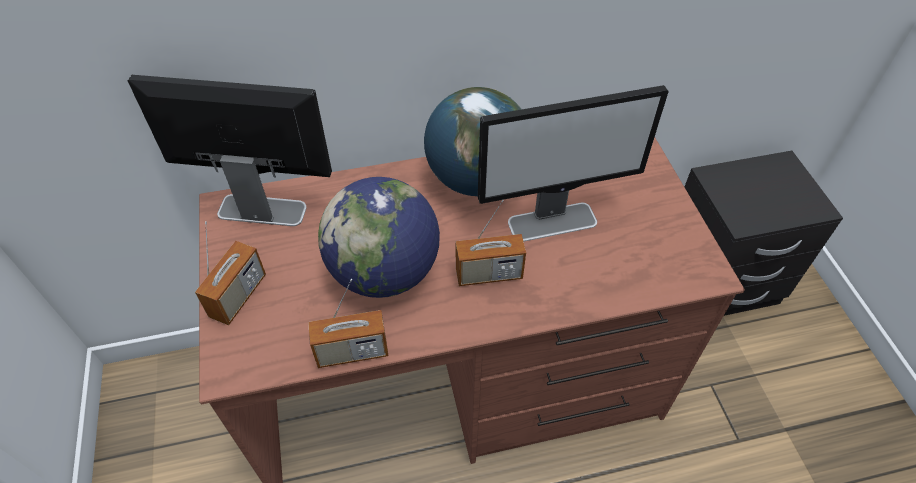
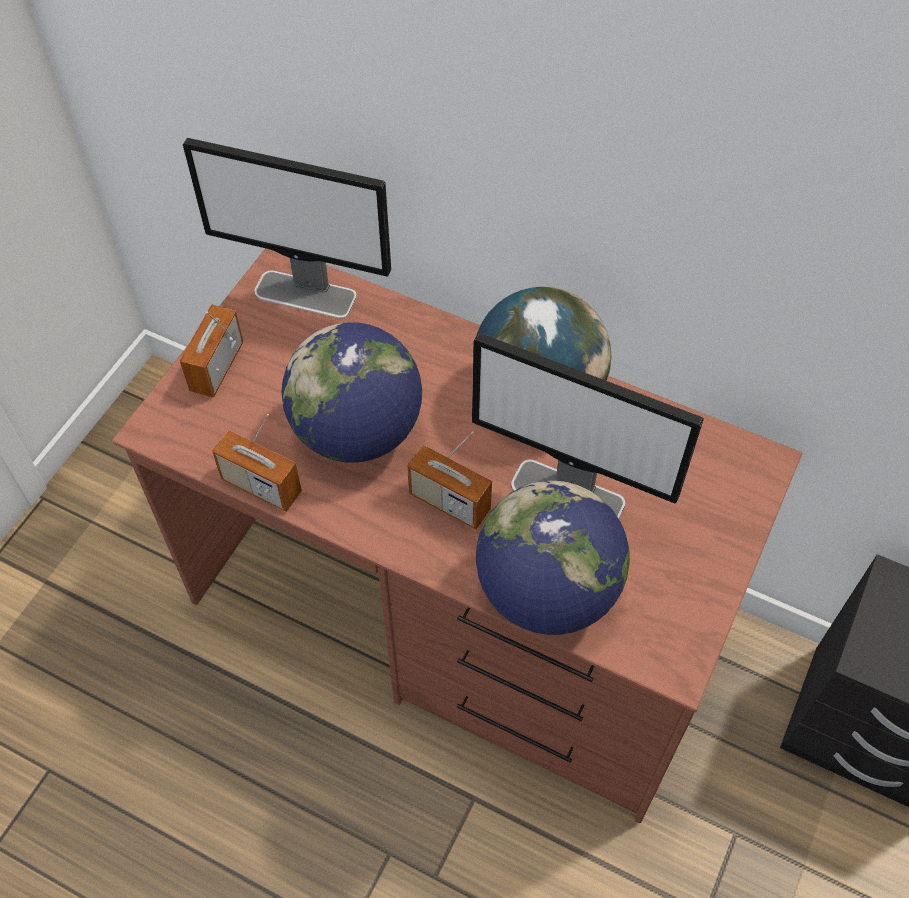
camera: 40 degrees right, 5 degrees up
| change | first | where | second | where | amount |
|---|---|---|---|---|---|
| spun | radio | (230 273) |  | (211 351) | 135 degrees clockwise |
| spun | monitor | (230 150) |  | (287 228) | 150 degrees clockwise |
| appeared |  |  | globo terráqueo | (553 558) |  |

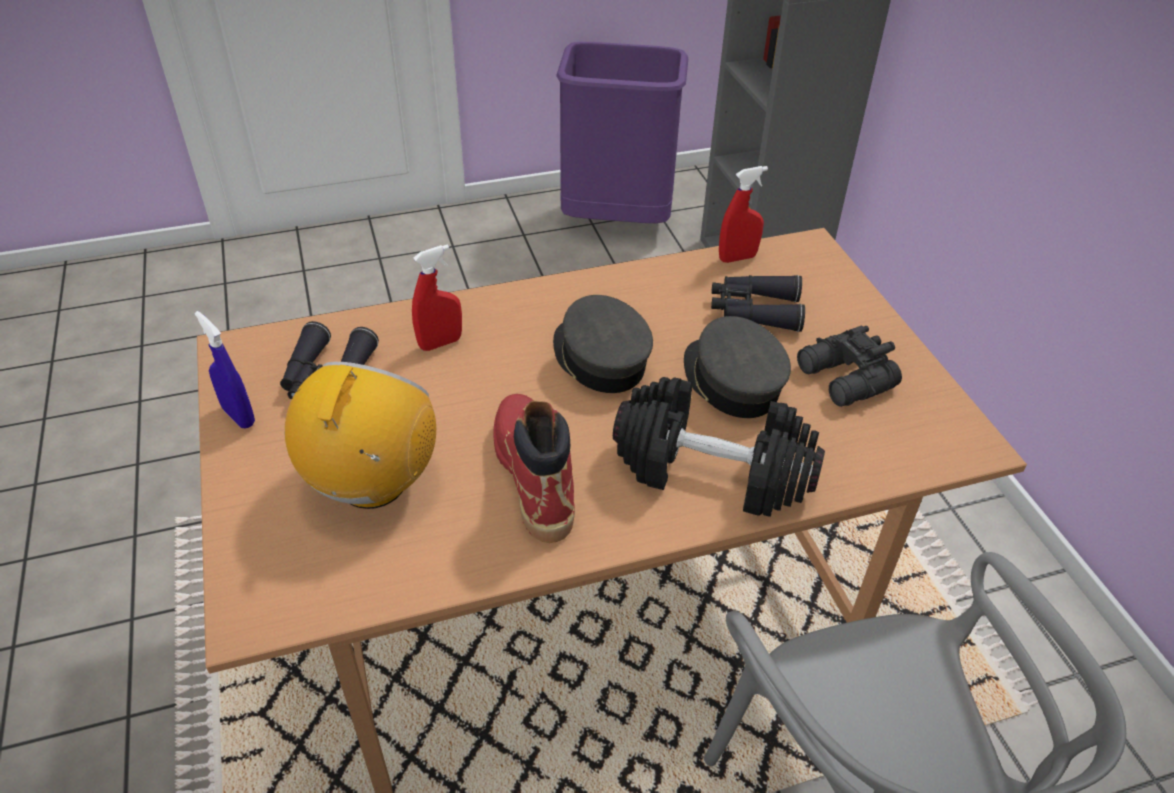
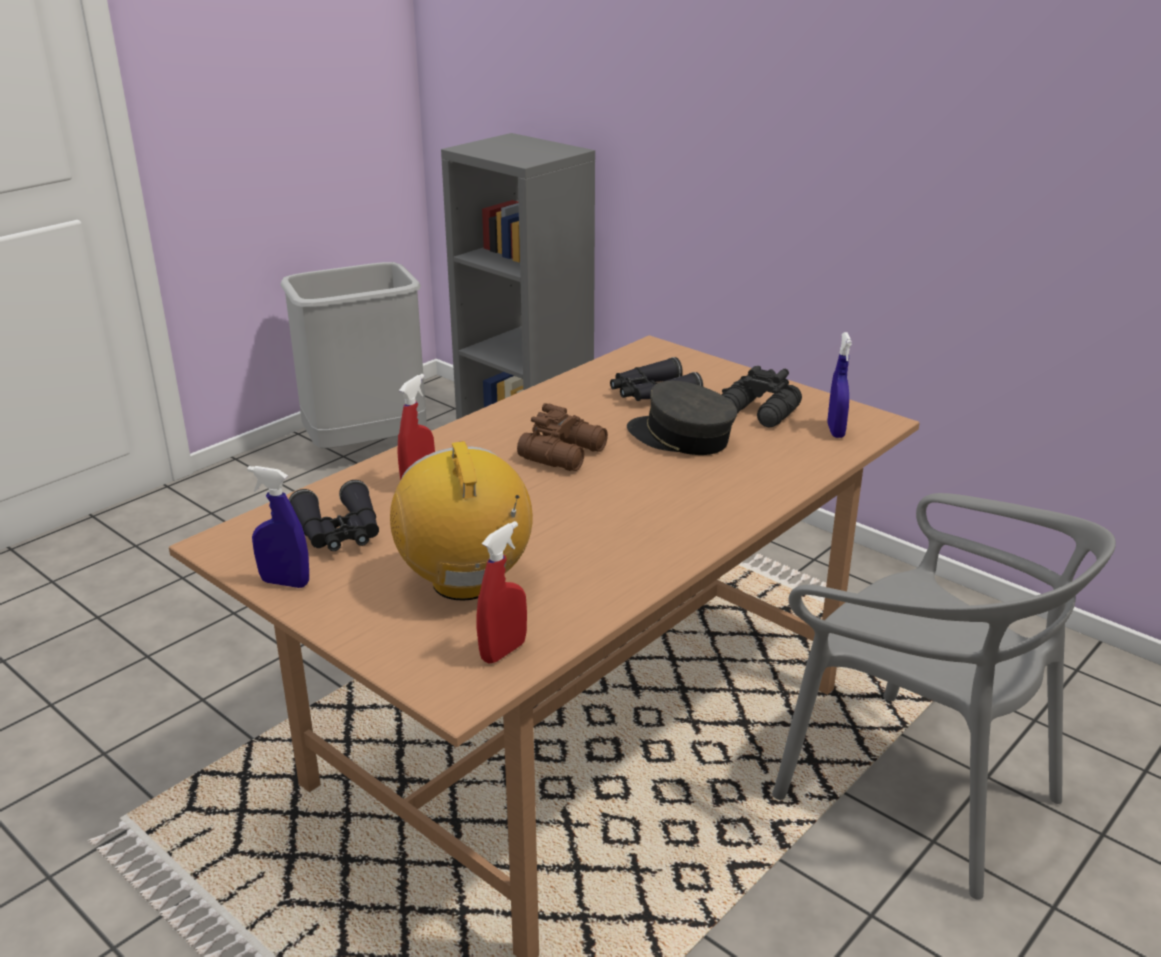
camera: 30 degrees left, 15 degrees down
| change | first | where | second | where | amount |
|---|---|---|---|---|---|
| colour | papelera/morado | (622 132) | papelera/gris | (353 355) |  |
| relocated | pulverizador/rojo | (743 214) |  | (502 592) |  |
| exchanged | gorra/gris | (603 344) | prismáticos/marrón | (562 437) |  |
| appeared |  |  | pulverizador/azul | (839 385) |  |
| missing | bota/rojo | (534 468) |  |  |  |
| missing | mancuerna/negro | (719 447) |  |  |  |

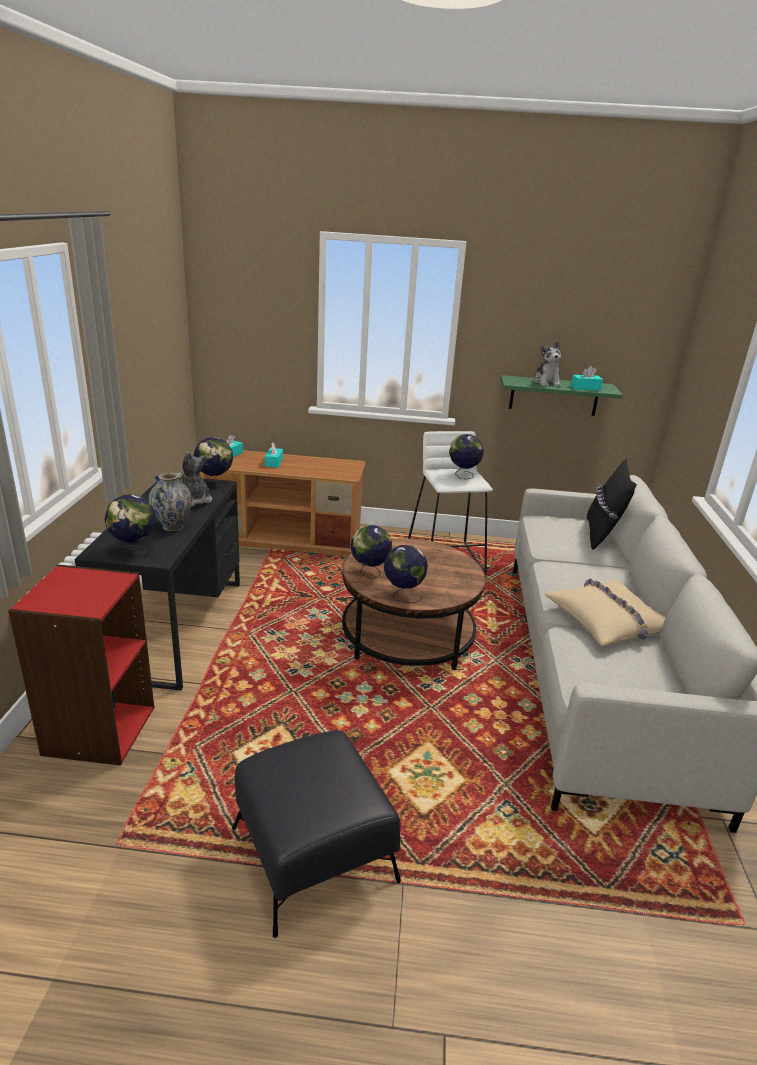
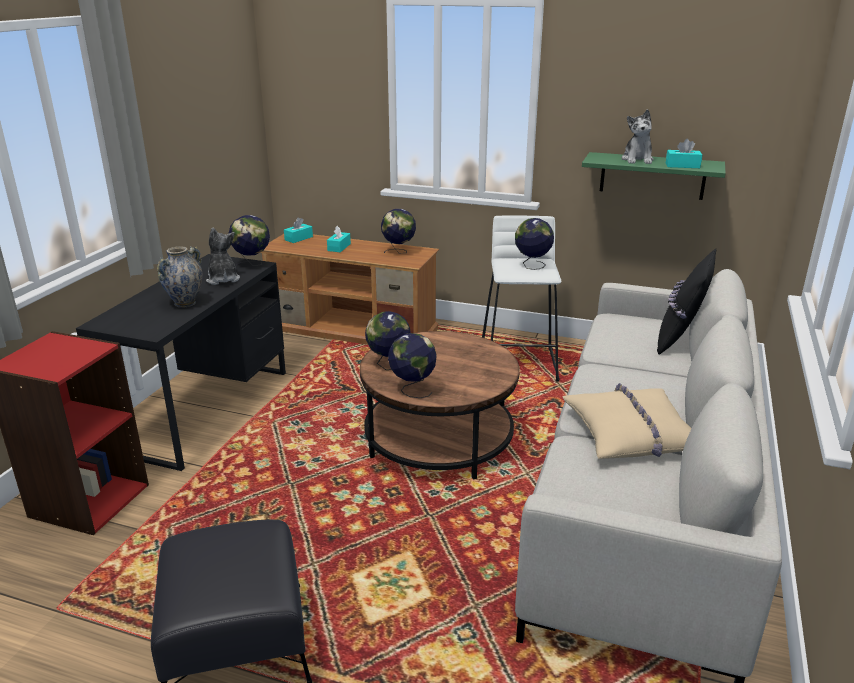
camera: 15 degrees right, 0 degrees up
| change | first | where | second | where | amount |
|---|---|---|---|---|---|
| relocated | globo terráqueo | (130 525) |  | (398 231) |  |

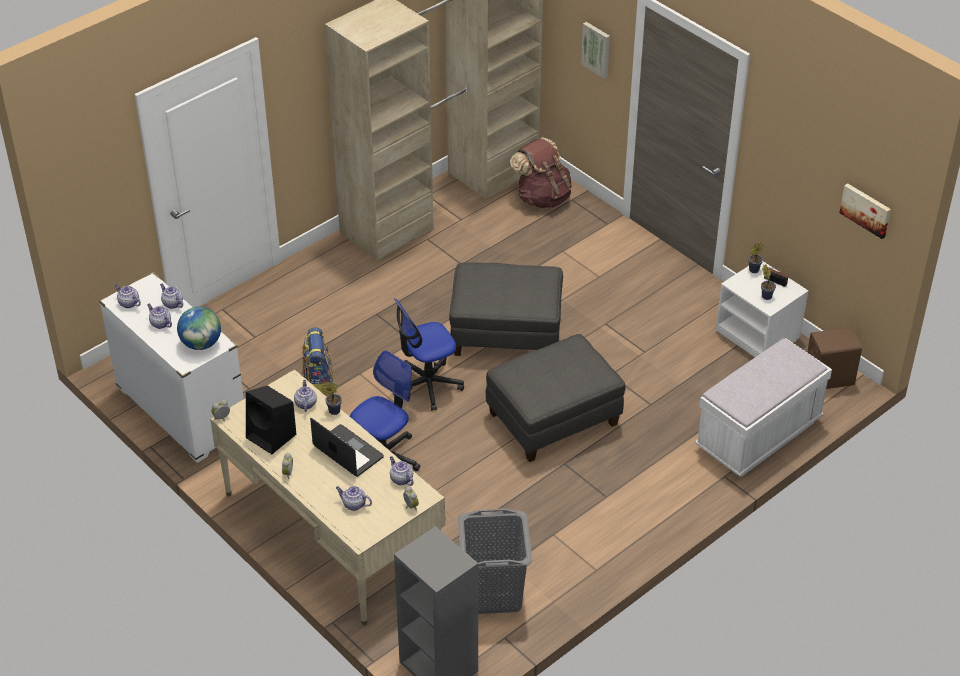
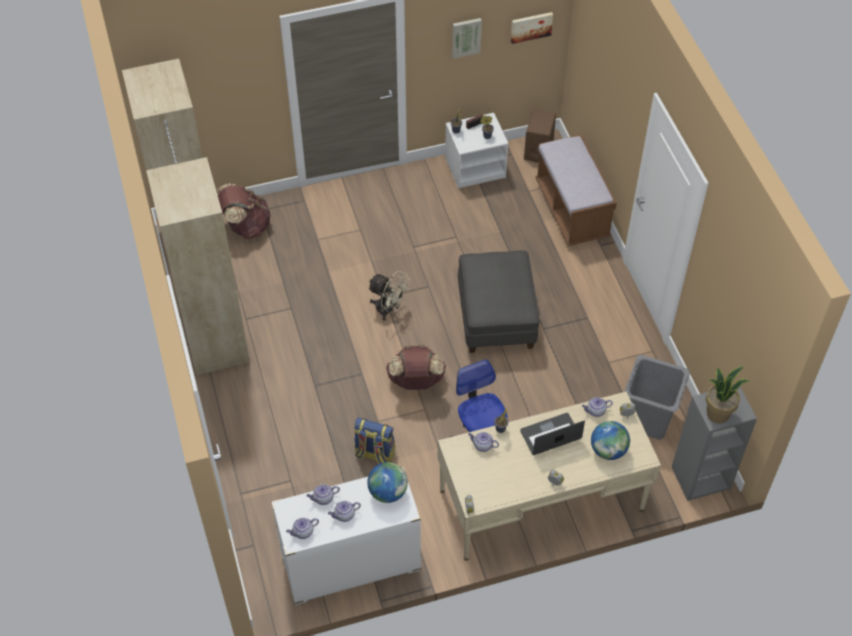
camera: 65 degrees left, 10 degrees up
| change | first | where | second | where | amount |
|---|---|---|---|---|---|
| exchanged | puf/gris | (506 309) | ventilador/beis | (389 296) |  |
| exchanged | silla de oficina | (428 354) | mochila/marrón | (416 367) |  |
| relocated | cuadro | (595 50) |  | (467 38) |  |
| colour | banco/blanco | (763 407) | banco/marrón | (576 190) |  |
| exchanged | tetera | (354 498) | globo terráqueo | (610 440) |  |
| appeared |  |  | planta en maceta | (728 395) |  |
| missing | altavoz/negro | (271 419) |  |  |  |

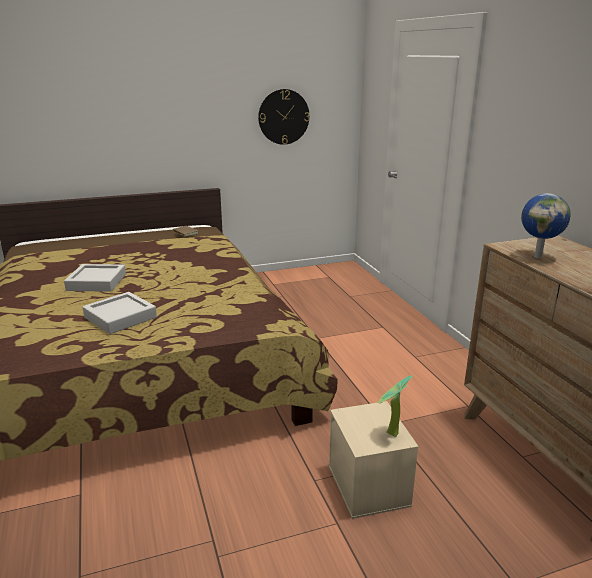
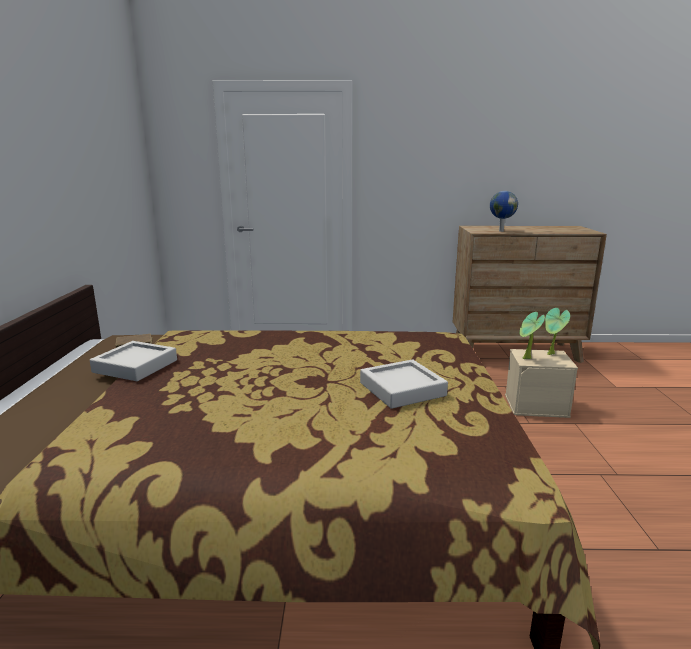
camera: 70 degrees left, 5 degrees down
| change | first | where | second | where | amount |
|---|---|---|---|---|---|
| relocated | bandeja/gris | (95 278) |  | (133 361) |  |
| appeared |  |  | planta en maceta | (532 335) |  |
| missing | reloj de pared | (284 117) |  |  |  |

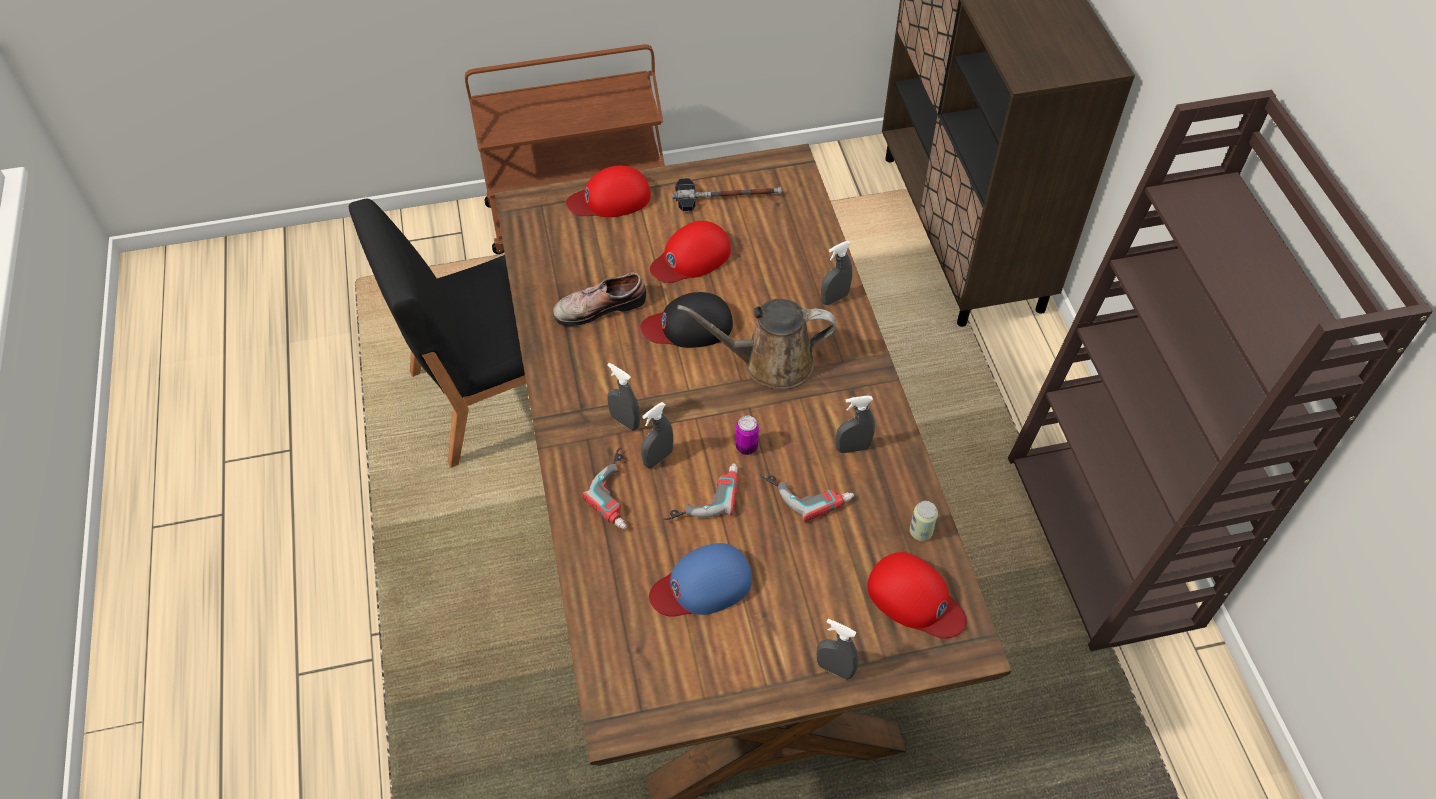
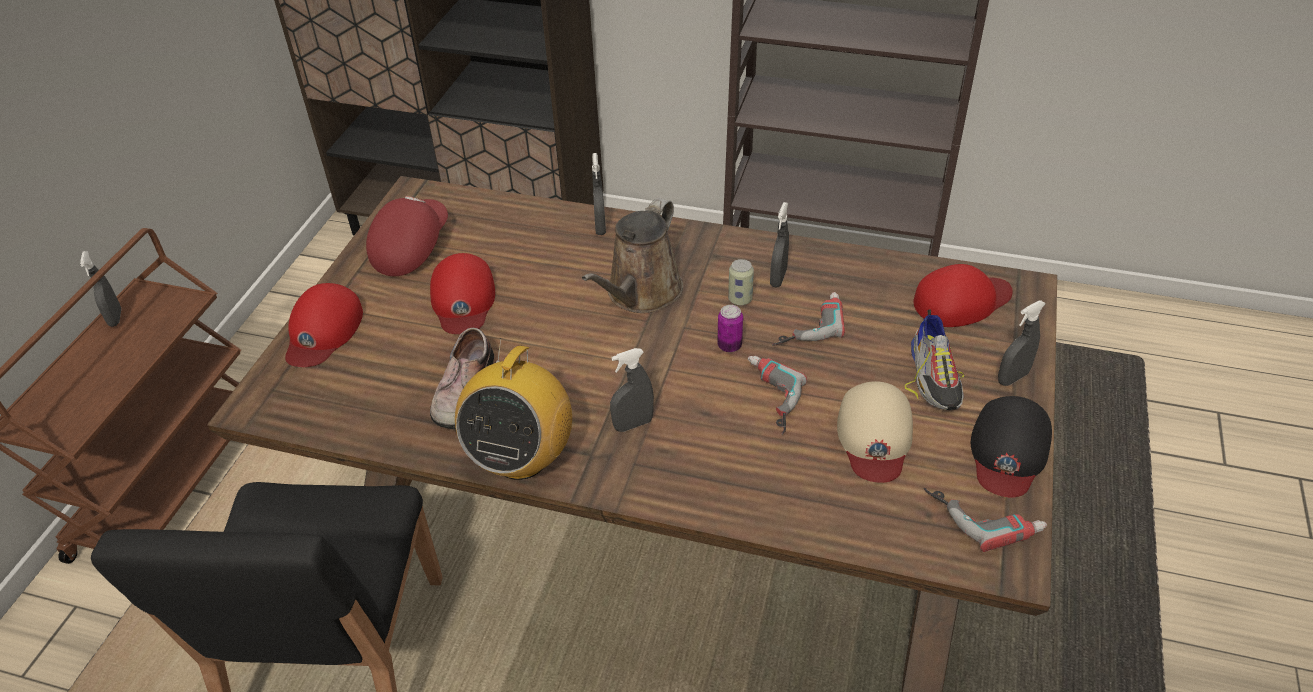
camera: 60 degrees left, 10 degrees down
| change | first | where | second | where | amount |
|---|---|---|---|---|---|
| relocated | pulverizador/gris | (657 435) |  | (100 289) |  |
| exchanged | martillo | (727 194) | gorra/rojo | (407 236) |  |
| appeared |  |  | radio | (513 409) |  |
| relocated | lata | (924 521) |  | (741 282) |  |
| colour | gorra/azul | (700 580) | gorra/beis | (875 432) |  |
| appeared |  |  | zapato | (934 359) |  |
| relocated | taladro | (604 488) |  | (985 520) |  |
| relocated | gorra/negro | (687 320) |  | (1011 447) |  |

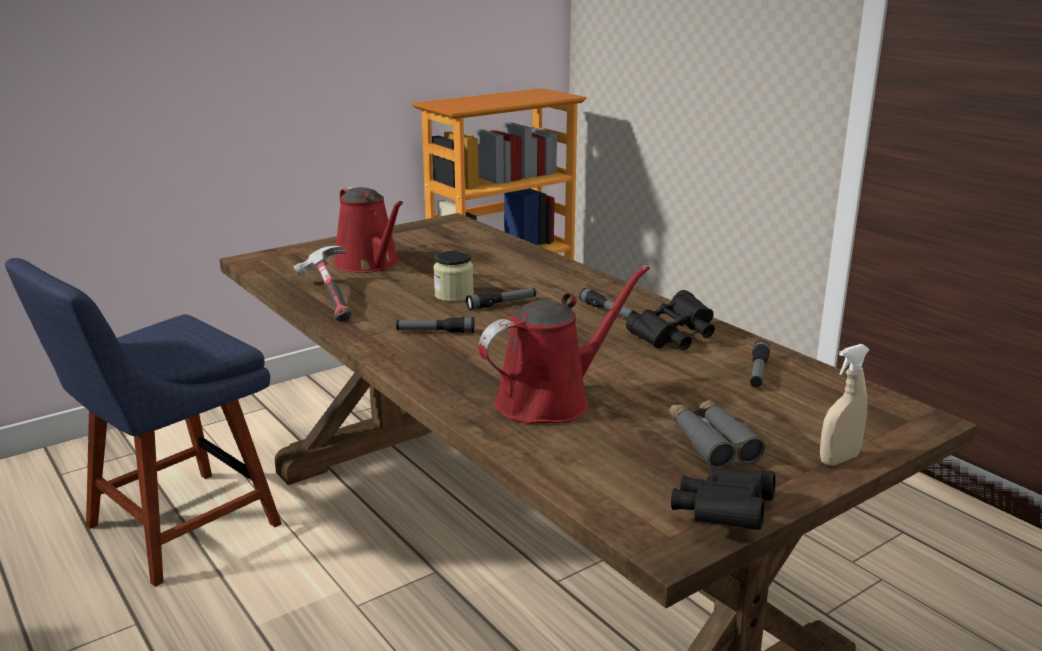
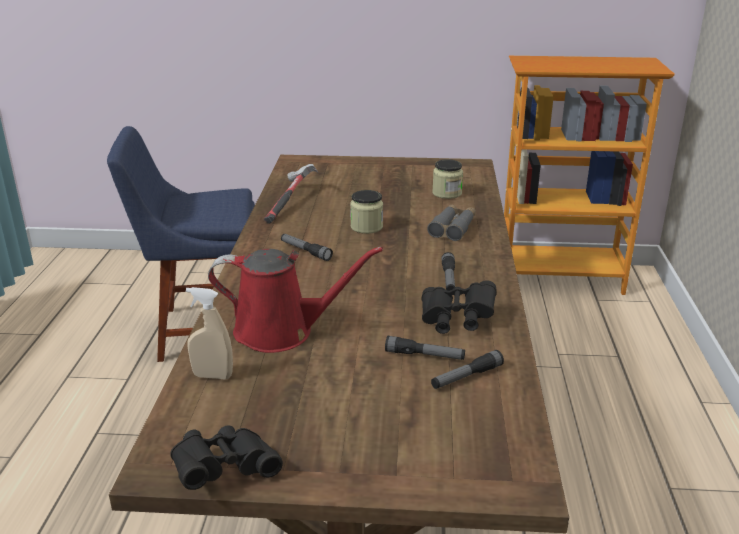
camera: 40 degrees right, 5 degrees up
| change | first | where | second | where | amount |
|---|---|---|---|---|---|
| relocated | pulverizador/beis | (845 405) |  | (209 333) |  |
| relocated | linterna | (501 299) |  | (425 348) |  |
| relocated | prismáticos/gris | (717 434) |  | (451 222) |  |
| appeared |  |  | tarro | (447 179) |  |
| missing | regadera/rojo | (368 229) |  |  |  |

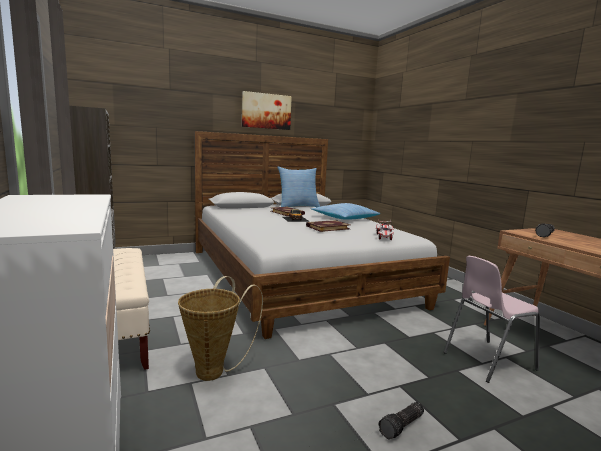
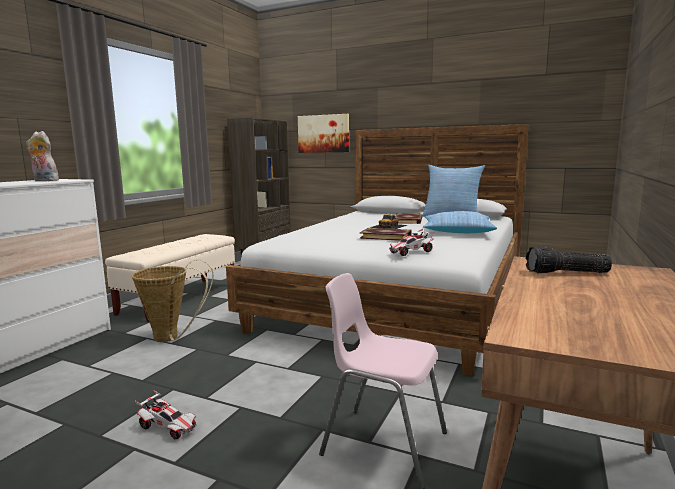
camera: 50 degrees right, 0 degrees up
| change | first | where | second | where | amount |
|---|---|---|---|---|---|
| appeared |  |  | peluche | (42 156) |  |
| exchanged | linterna | (401 420) | coche de juguete | (165 414) |  |
| relocated | cuadro | (267 110) |  | (323 133) |  |

